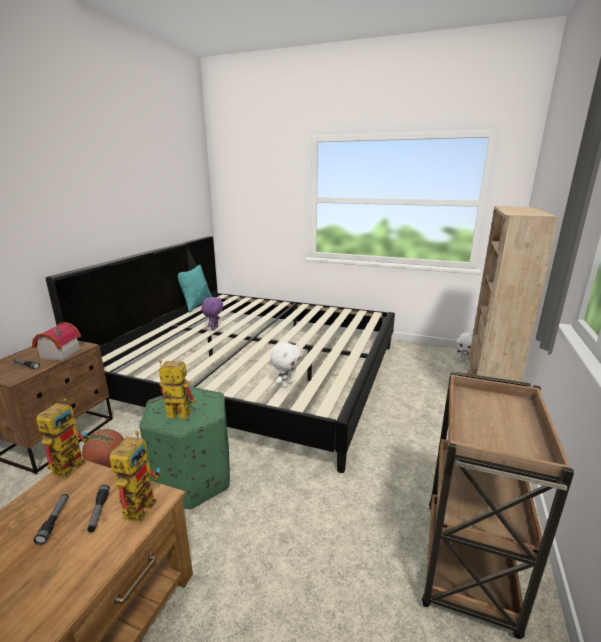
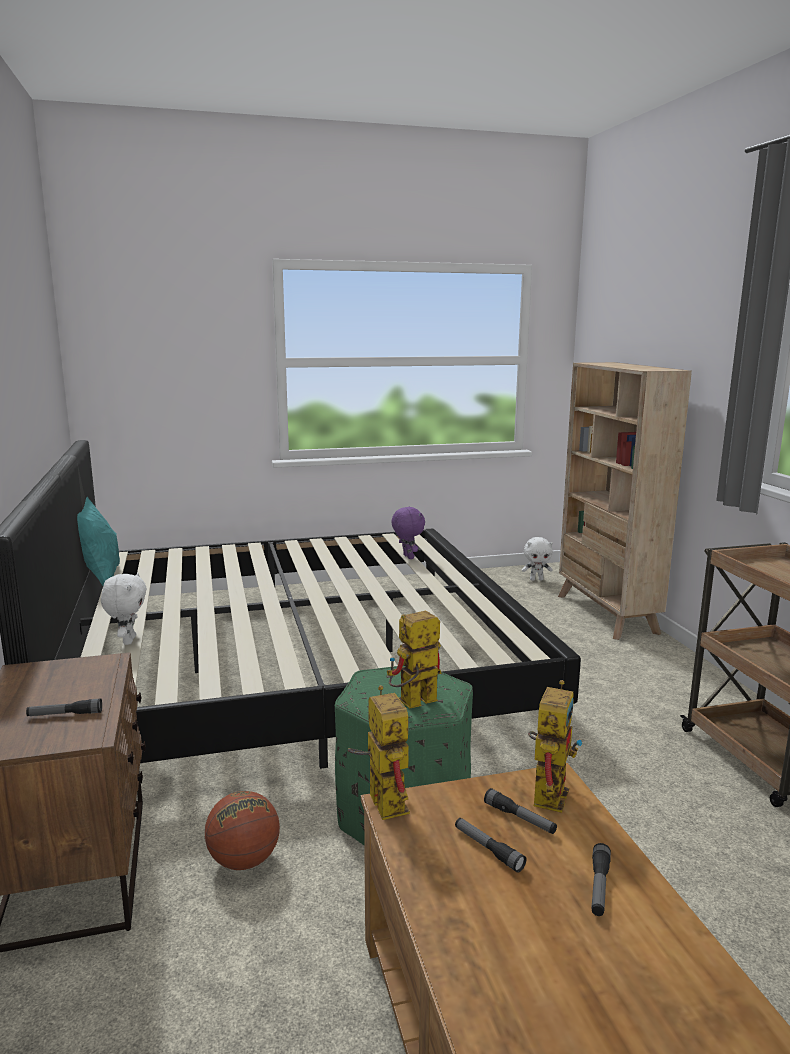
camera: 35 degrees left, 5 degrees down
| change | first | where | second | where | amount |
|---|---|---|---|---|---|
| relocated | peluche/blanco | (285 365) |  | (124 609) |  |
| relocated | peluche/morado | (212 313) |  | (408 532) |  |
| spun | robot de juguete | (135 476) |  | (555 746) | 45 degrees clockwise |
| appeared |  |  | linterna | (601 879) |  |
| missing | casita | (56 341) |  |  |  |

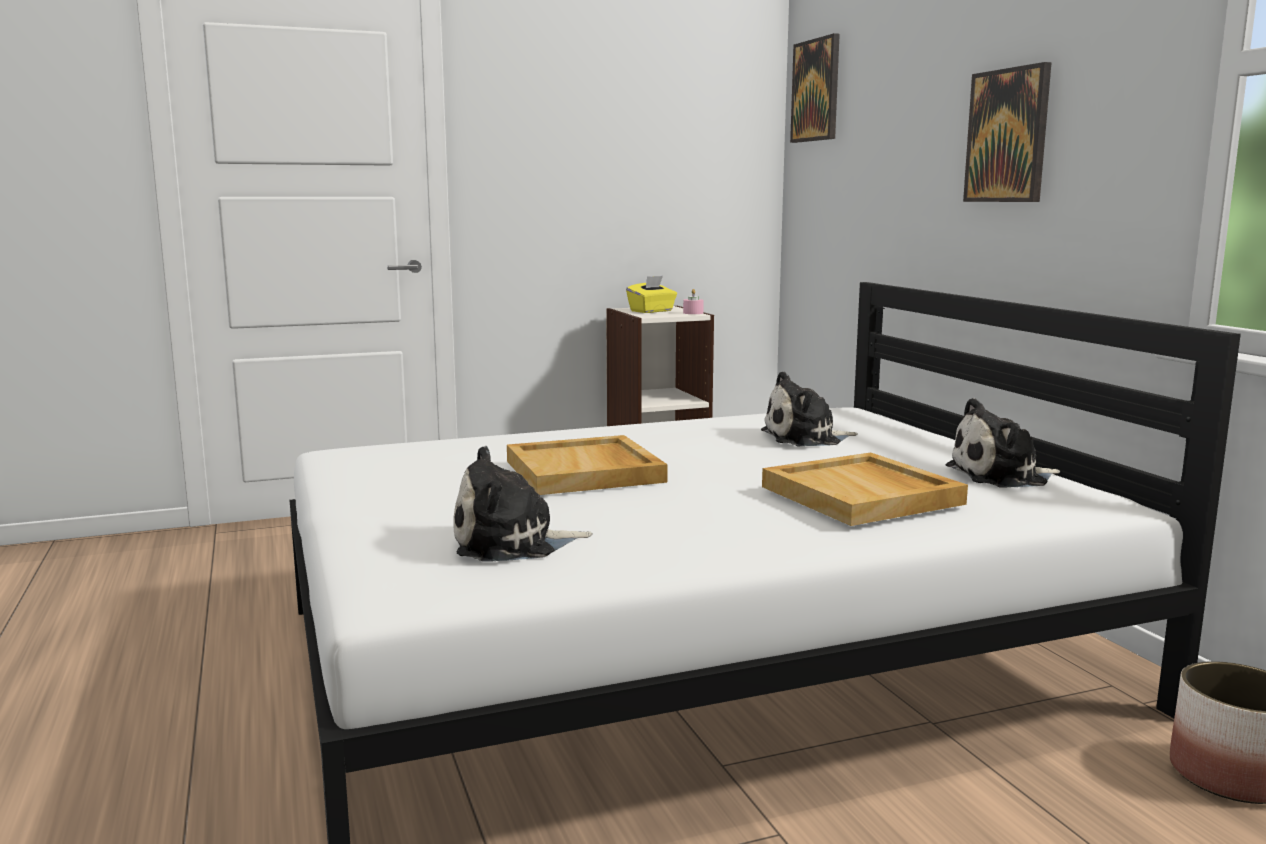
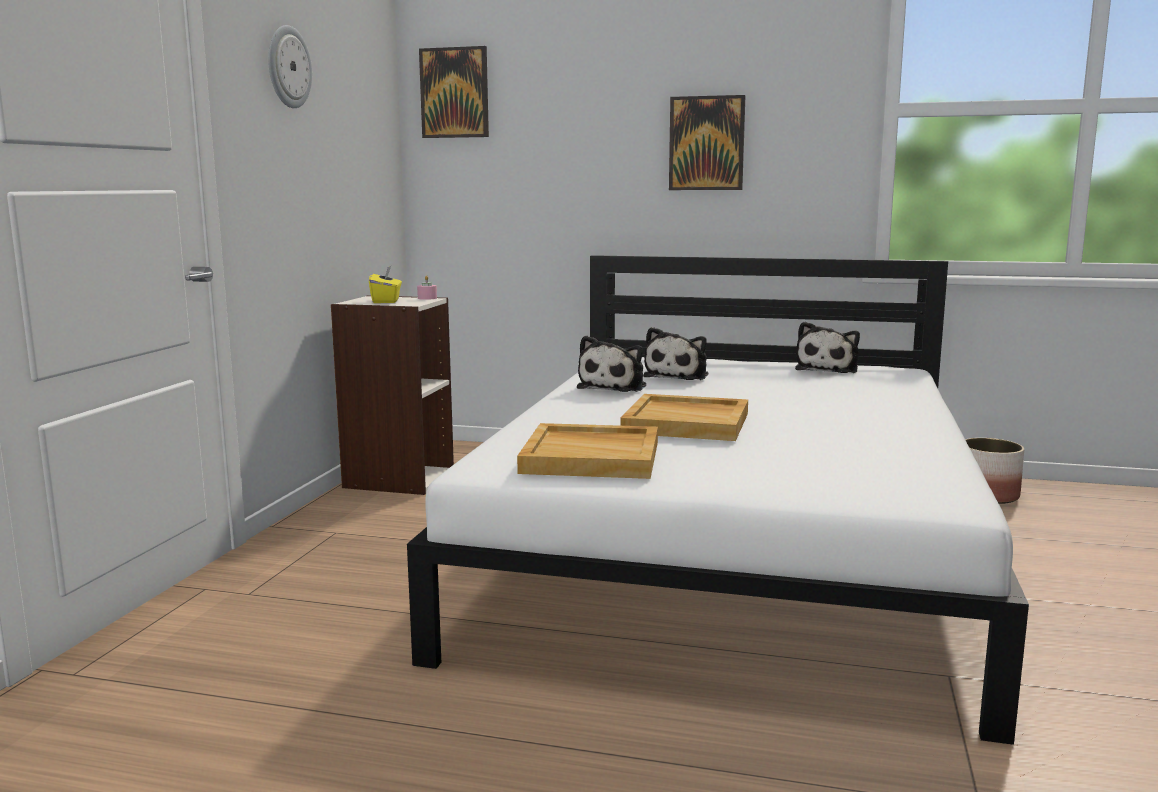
camera: 55 degrees left, 0 degrees up
| change | first | where | second | where | amount |
|---|---|---|---|---|---|
| appeared |  |  | reloj de pared | (290 66) |  |
| relocated | bandeja/beis | (865 489) |  | (587 451) |  |
| relocated | peluche | (523 504) |  | (611 363) |  |

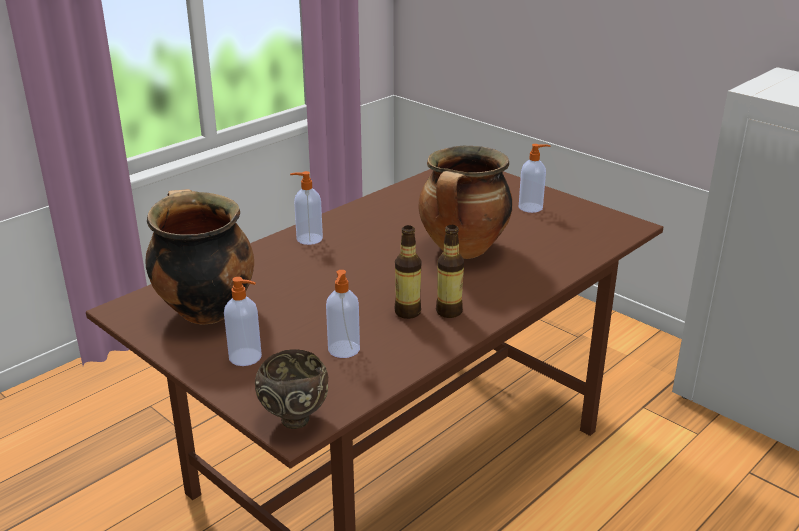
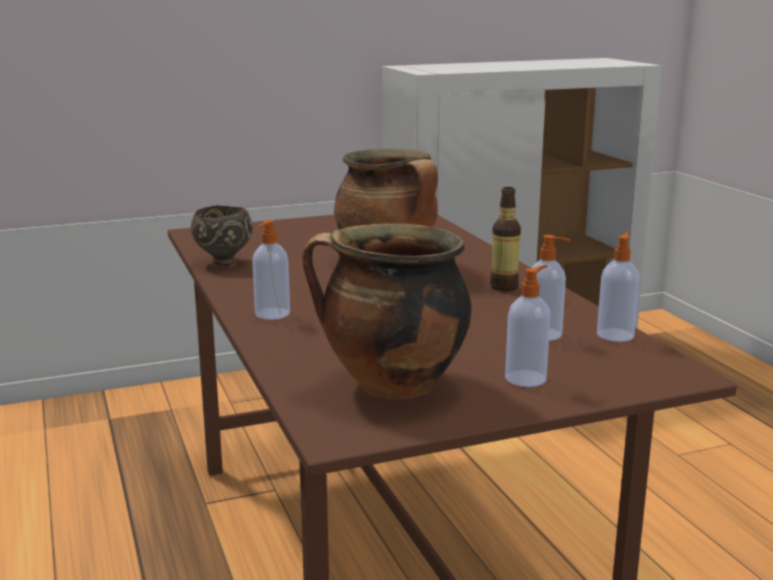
camera: 65 degrees left, 10 degrees down
| change | first | where | second | where | amount |
|---|---|---|---|---|---|
| relocated | cuenco/marrón | (291 389) |  | (222 235) |  |
| relocated | dispensador de jabón | (535 178) |  | (618 287) |  |
| missing | botella | (408 272) |  |  |  |

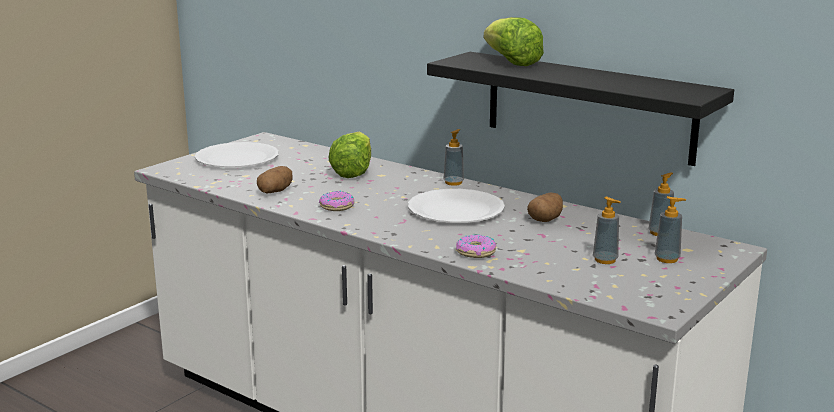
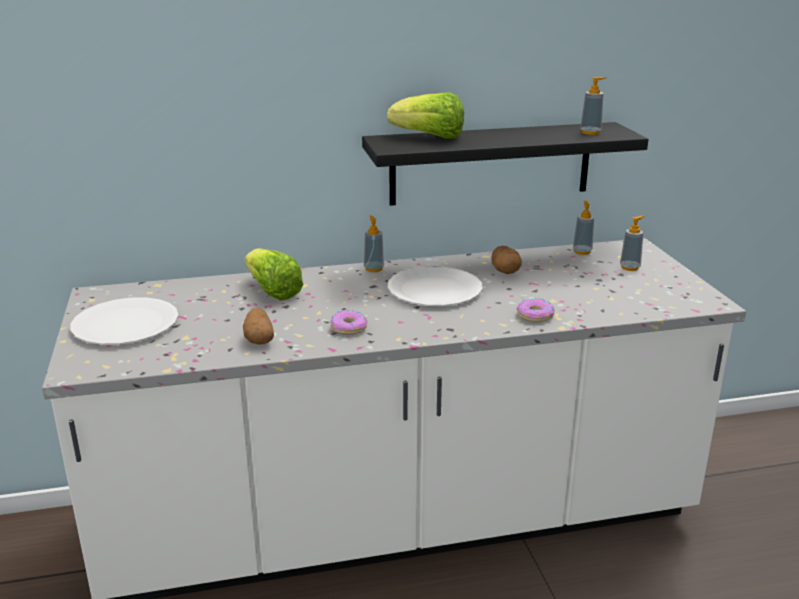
camera: 50 degrees left, 5 degrees up
| change | first | where | second | where | amount |
|---|---|---|---|---|---|
| relocated | dispensador de jabón | (607 230) |  | (593 106) |  |

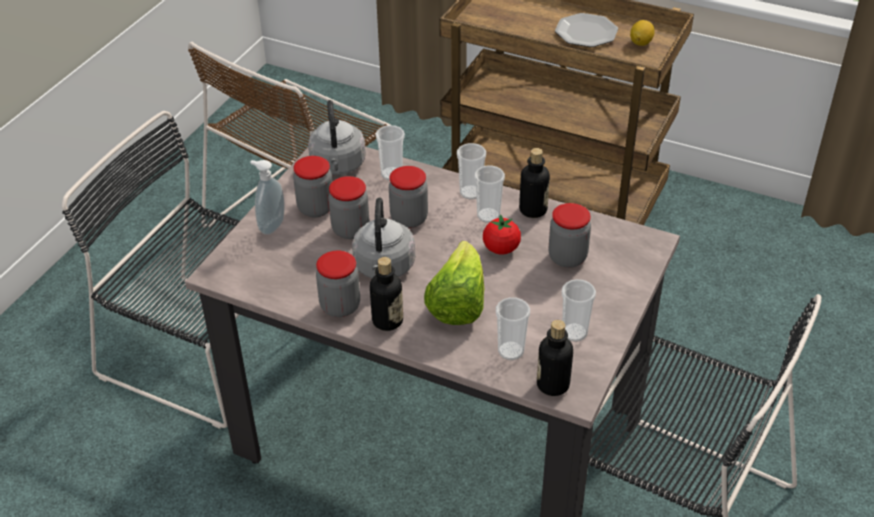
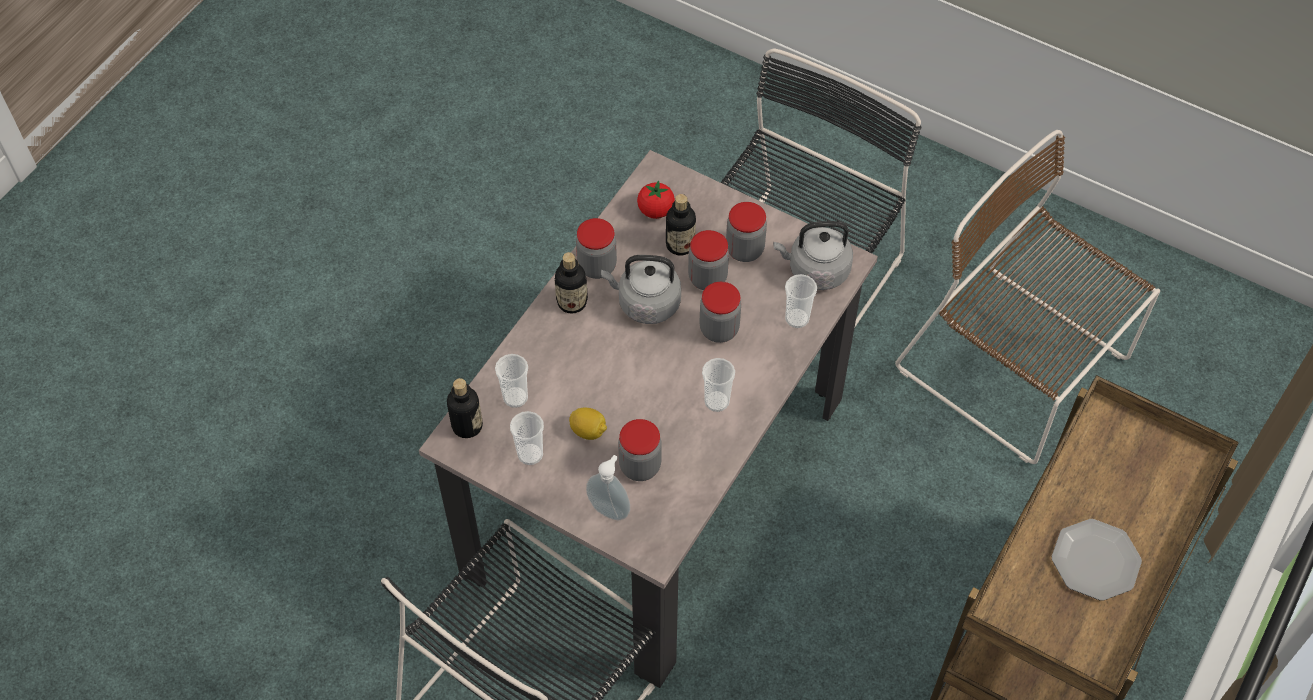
camera: 95 degrees right, 15 degrees up
| change | first | where | second | where | amount |
|---|---|---|---|---|---|
| relocated | limón | (642 33) |  | (588 424) |  |
| relocated | dispensador de jabón | (267 197) |  | (608 487) |  |
| relocated | tomate | (502 234) |  | (656 199) |  |
| relocated | botella | (534 183) |  | (681 225) |  |
| missing | lechuga | (454 283) |  |  |  |
| missing | taza | (471 171) |  |  |  |

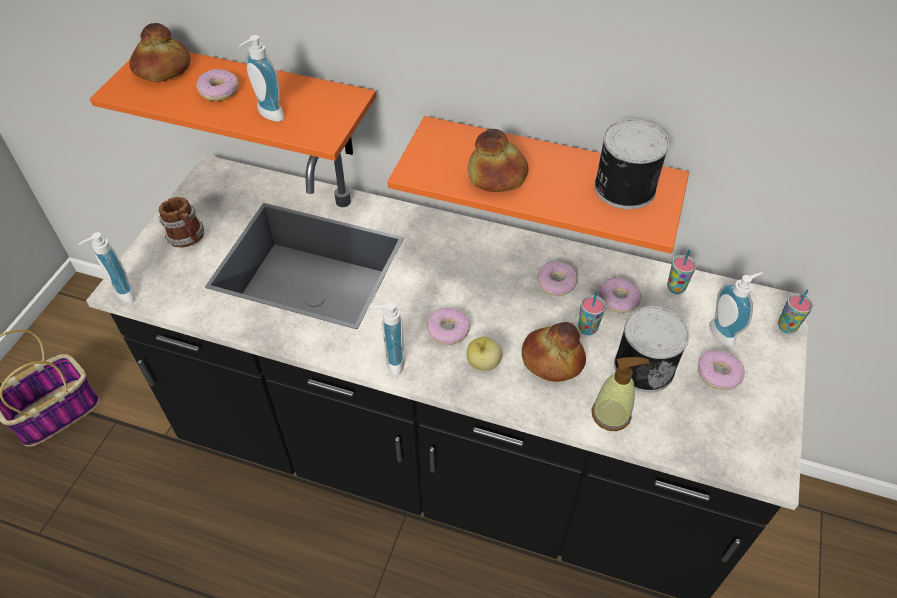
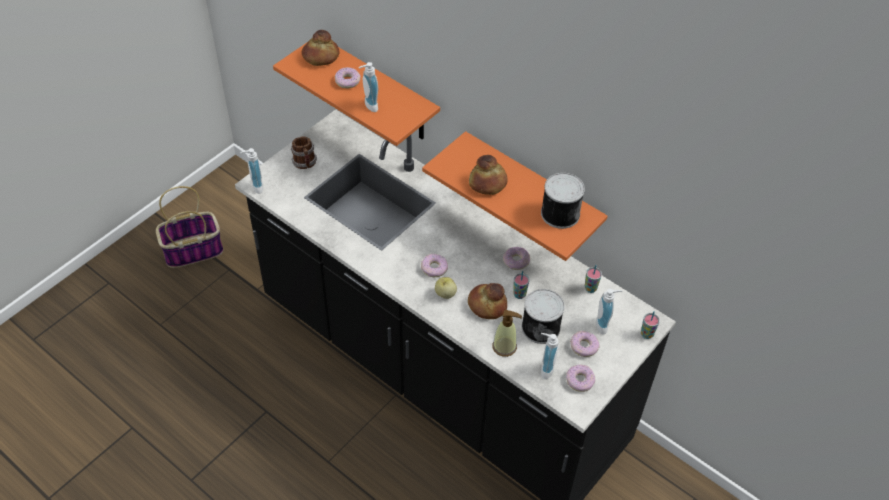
camera: 20 degrees right, 0 degrees up
| change | first | where | second | where | amount |
|---|---|---|---|---|---|
| relocated | dispensador de jabón | (388 339) |  | (550 356) |  |
| relocated | rosquilla | (620 295) |  | (580 378) |  |

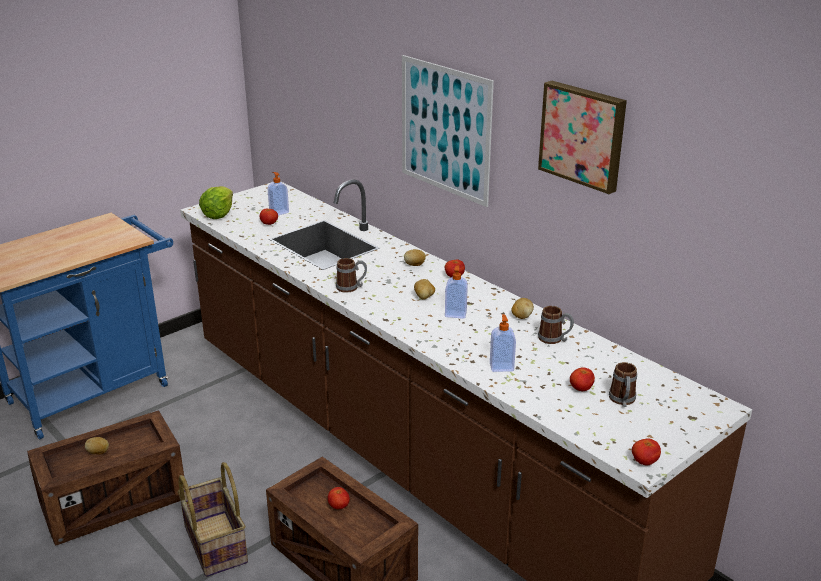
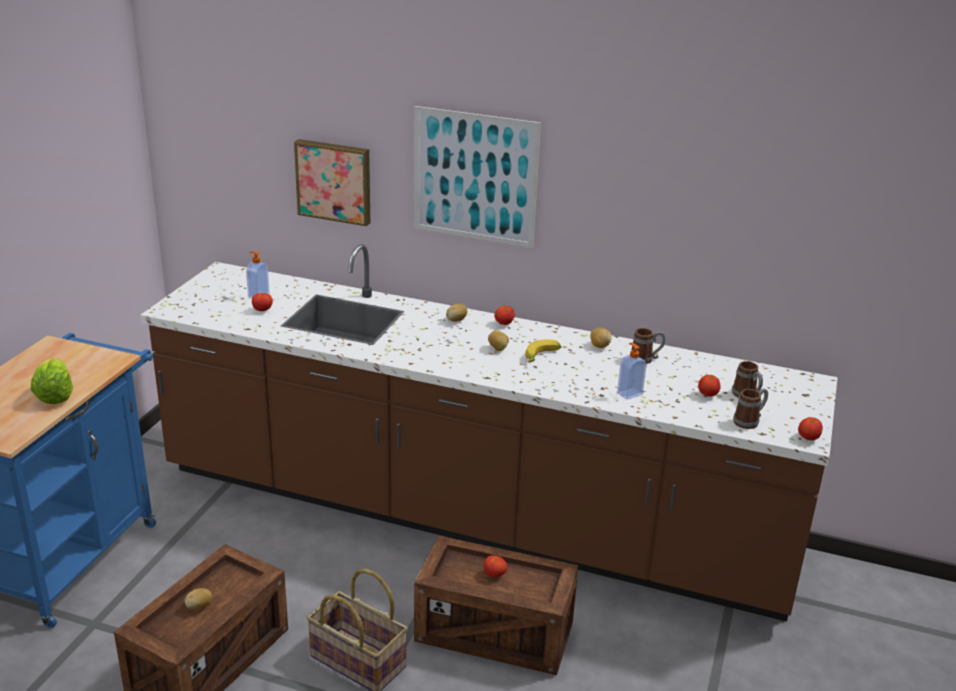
camera: 30 degrees left, 0 degrees up
| change | first | where | second | where | amount |
|---|---|---|---|---|---|
| relocated | lechuga | (216 202) |  | (52 381) |  |
| relocated | cuadro | (582 137) |  | (332 182) |  |
| exchanged | dispensador de jabón | (456 292) | plátano | (543 351) |  |
| relocated | taza grande | (351 275) |  | (750 408) |  |

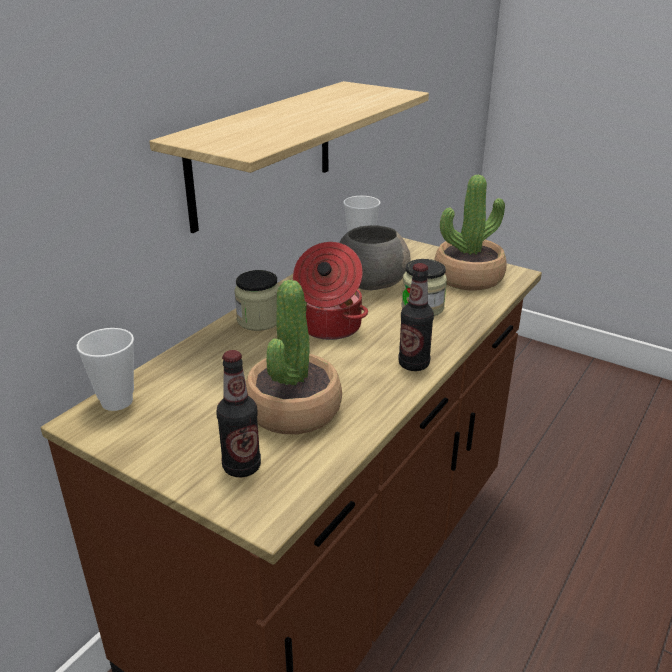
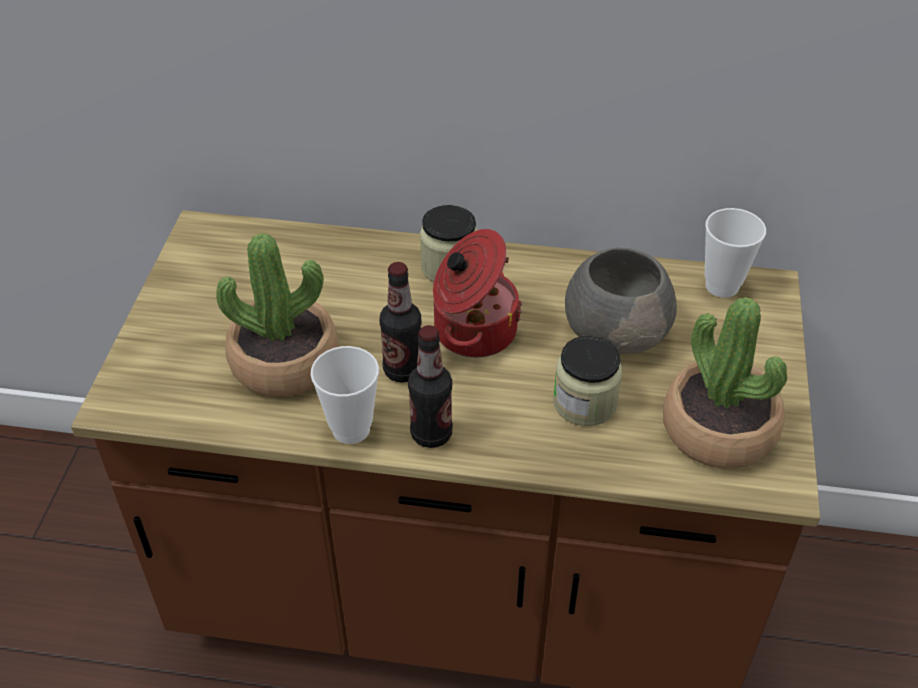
camera: 65 degrees right, 15 degrees up
| change | first | where | second | where | amount |
|---|---|---|---|---|---|
| relocated | taza | (105 369) |  | (345 395) |  |
| relocated | botella | (238 413) |  | (400 322) |  |
| missing | estante | (289 157) |  |  |  |

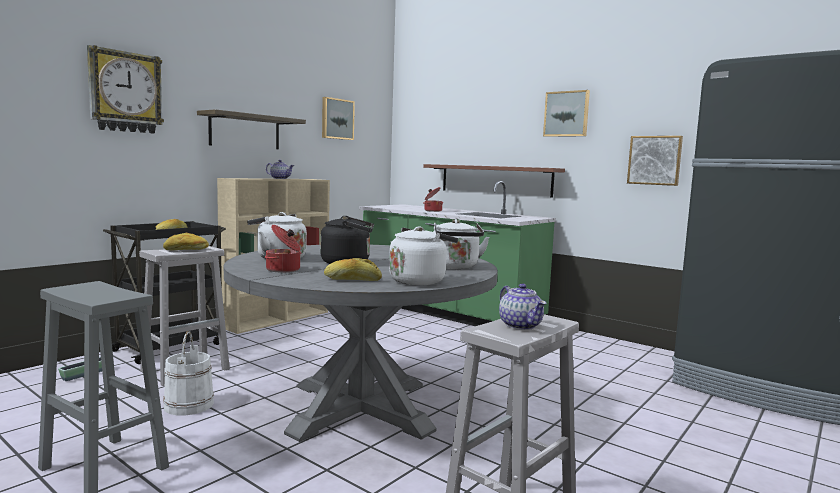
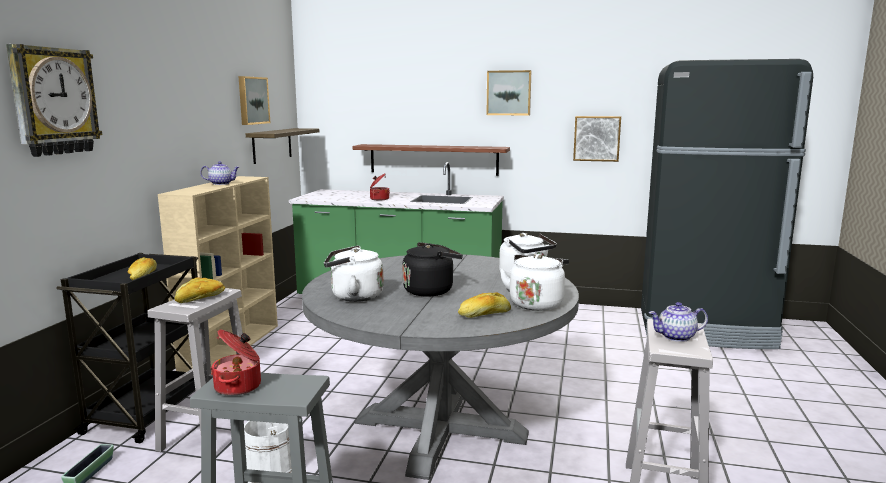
camera: 25 degrees left, 5 degrees up
| change | first | where | second | where | amount |
|---|---|---|---|---|---|
| relocated | olla | (283 248) |  | (235 363) |  |
| relocated | estante | (251 129) |  | (282 146) |  |
| spun | tetera | (522 307) |  | (678 322) | 135 degrees clockwise |

